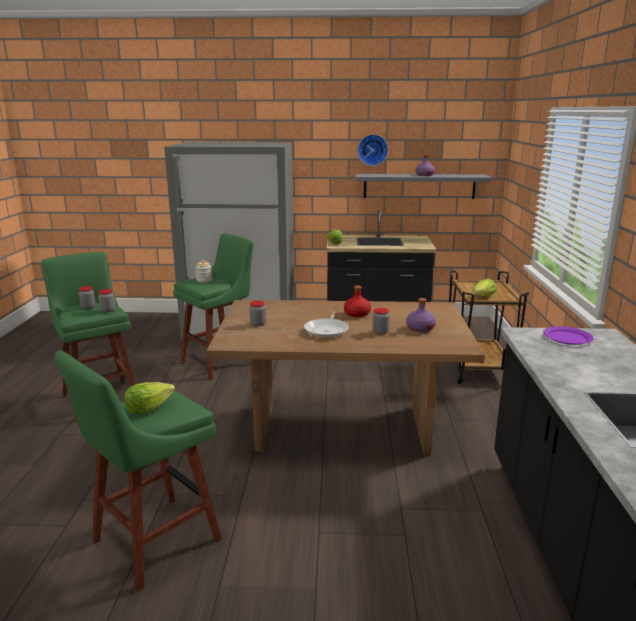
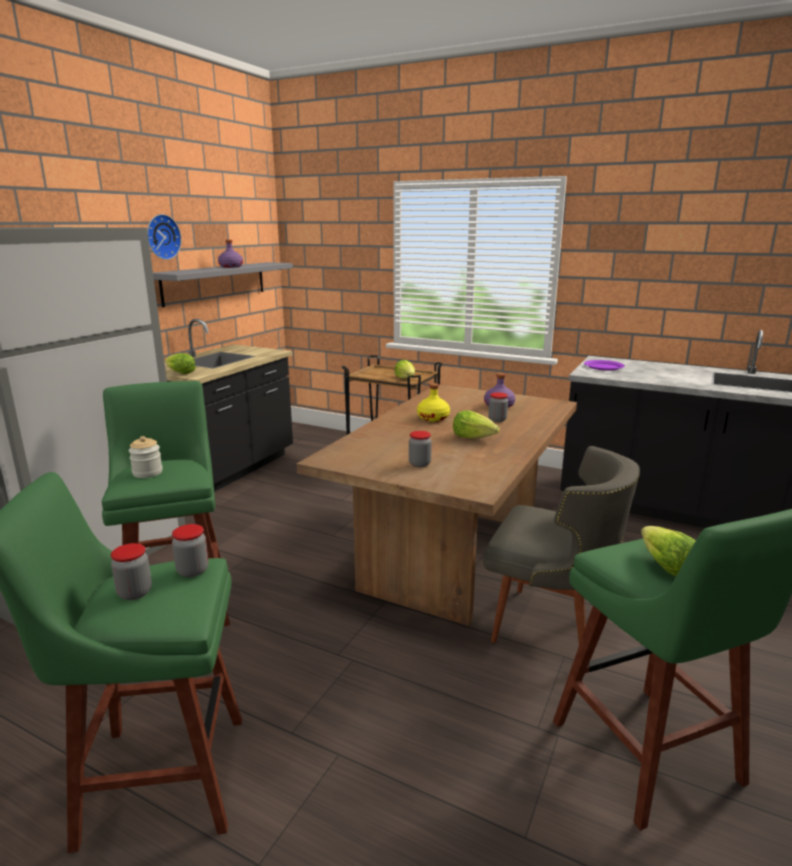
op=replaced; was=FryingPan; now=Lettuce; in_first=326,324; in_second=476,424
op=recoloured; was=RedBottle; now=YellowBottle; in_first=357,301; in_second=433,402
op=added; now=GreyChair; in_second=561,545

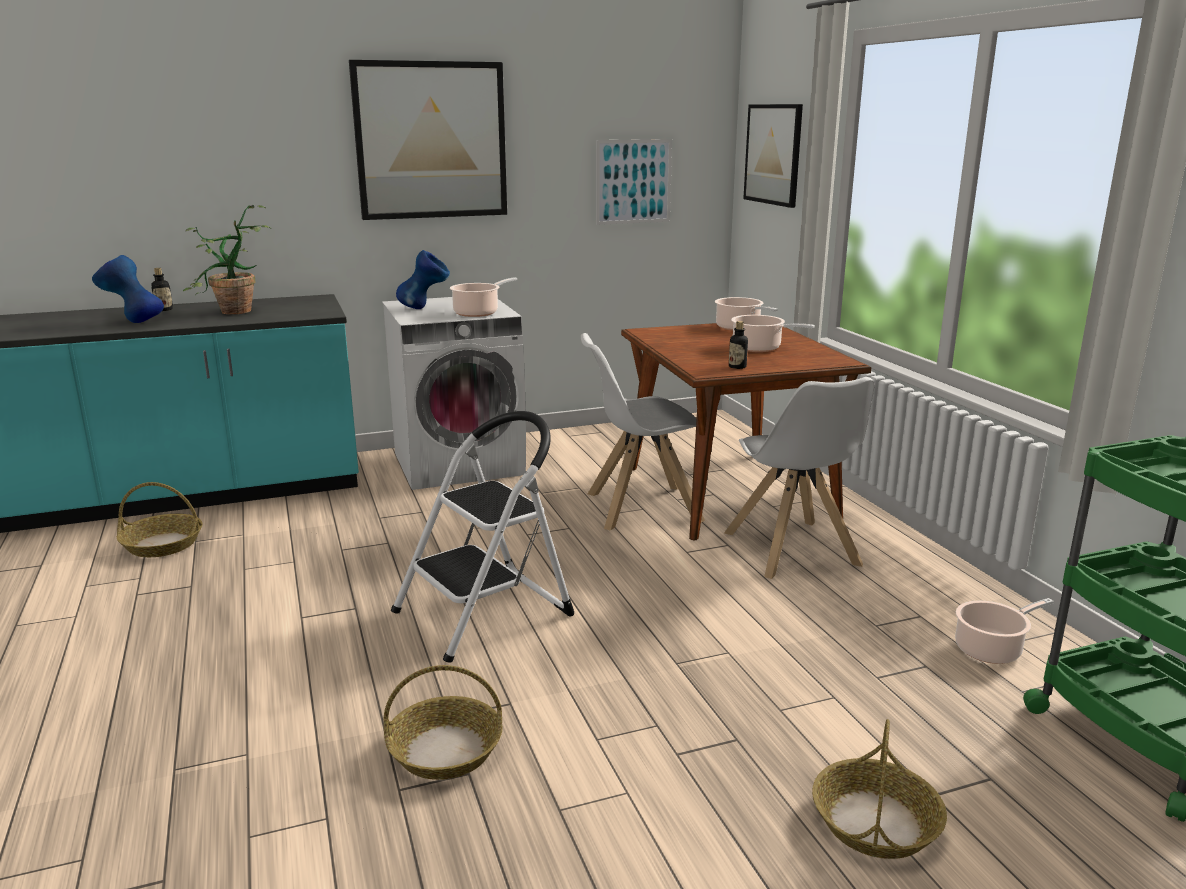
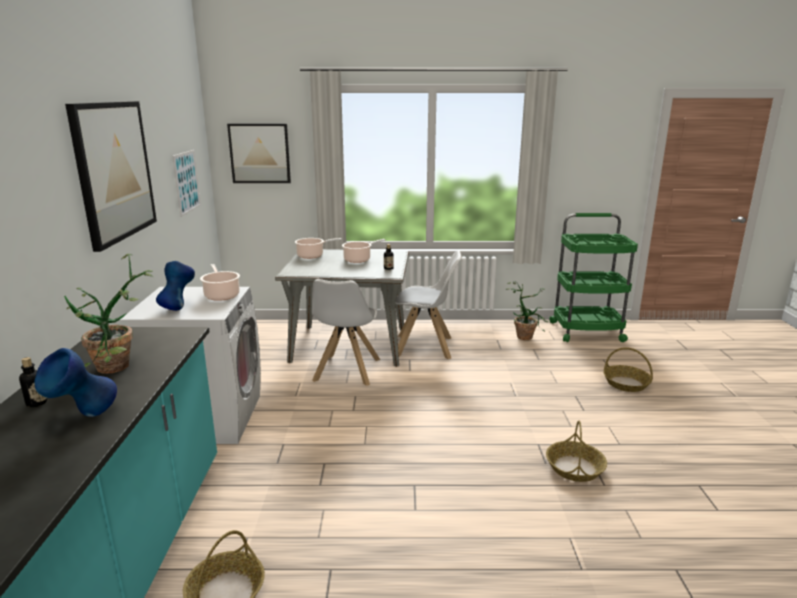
op=removed; was=StepLadder; in_first=482,537
op=recoloured; was=BrownDiningTable; now=GreyDiningTable; in_first=746,431; in_second=342,308
op=replaced; was=CookingPot; now=PottedPlant; in_first=1004,631; in_second=527,310

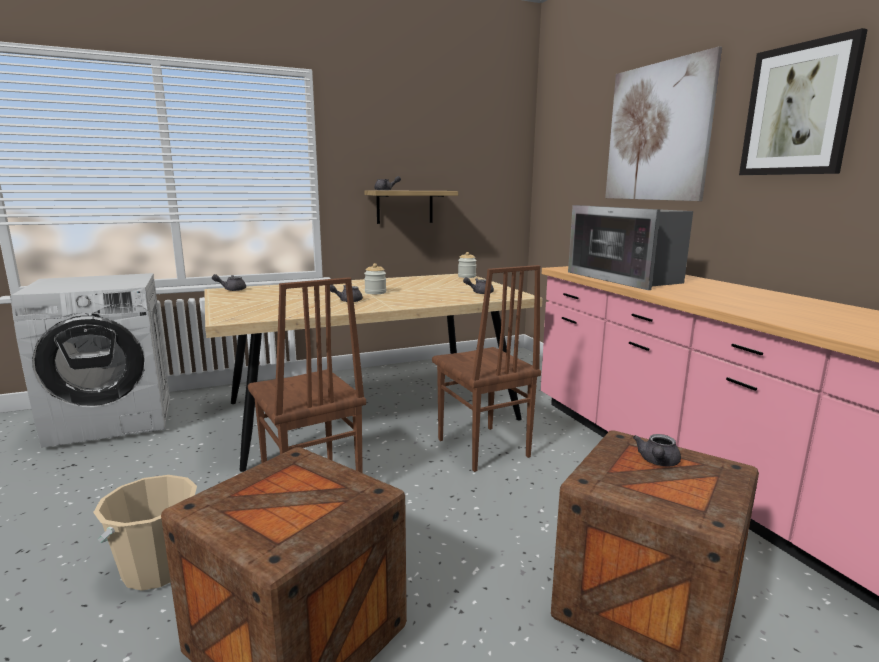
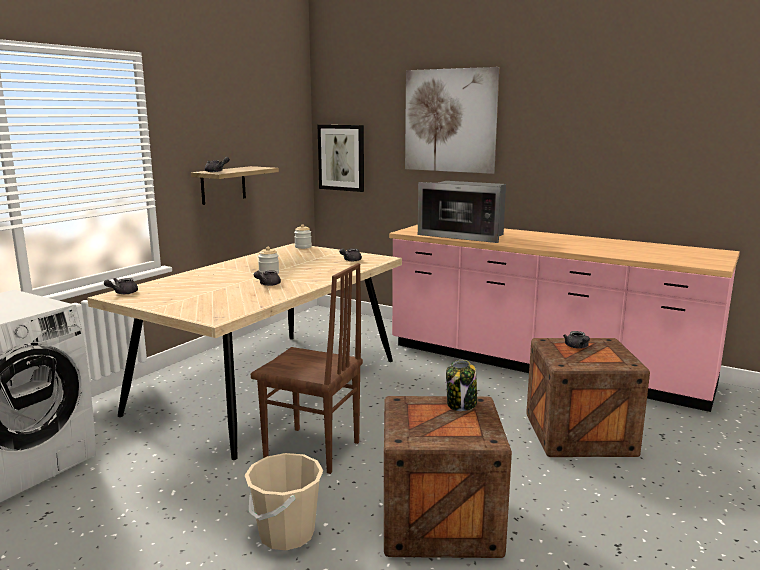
op=removed; was=BrownChair; in_first=486,368
op=moved; was=Picture; in_first=803,101; in_second=341,158
op=added; now=Jar; in_second=461,385

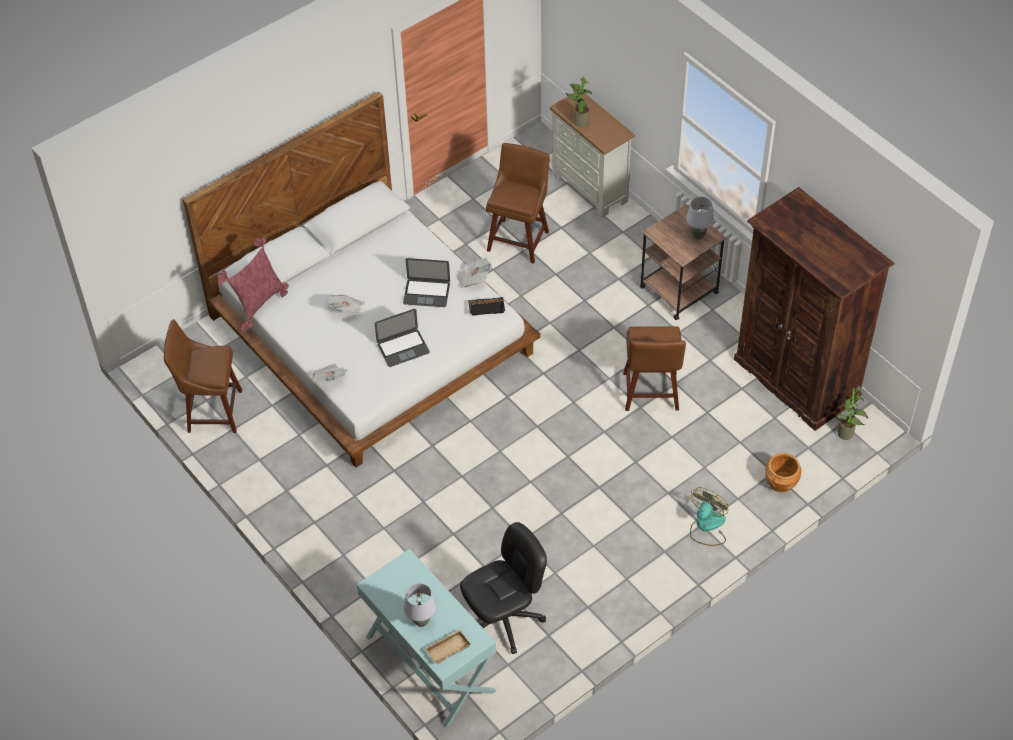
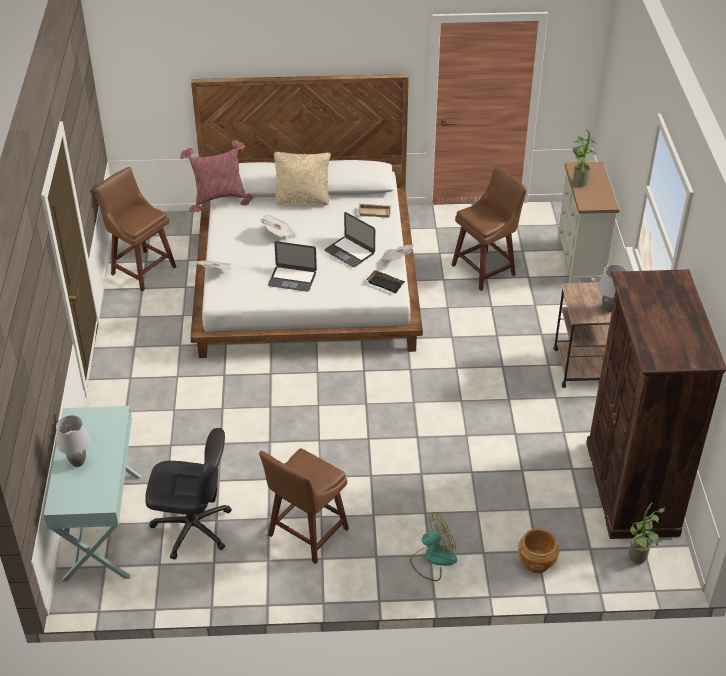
op=moved; was=BeigeTray; in_first=448,646; in_second=374,210
op=moved; was=BrownChair; in_first=654,368; in_second=304,506
op=added; now=BeigePillow; in_second=302,178

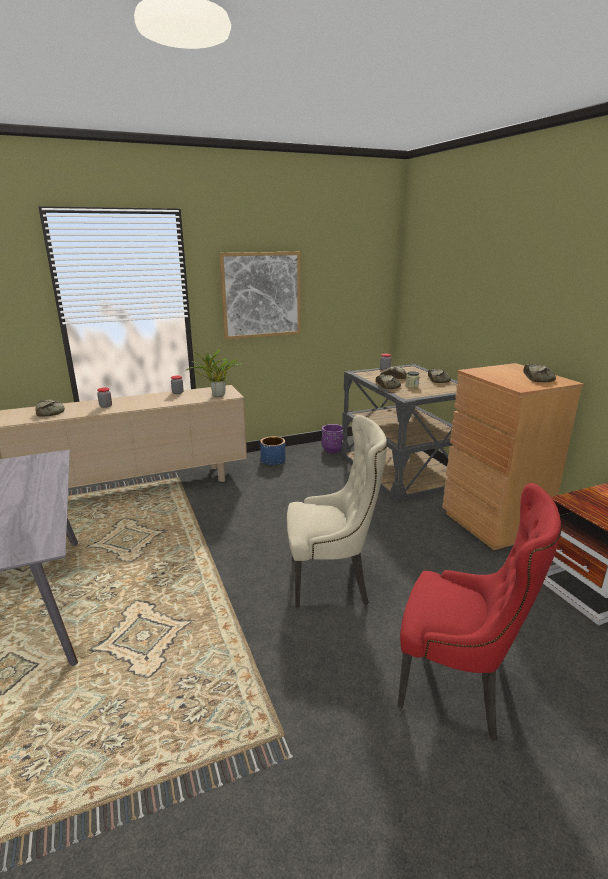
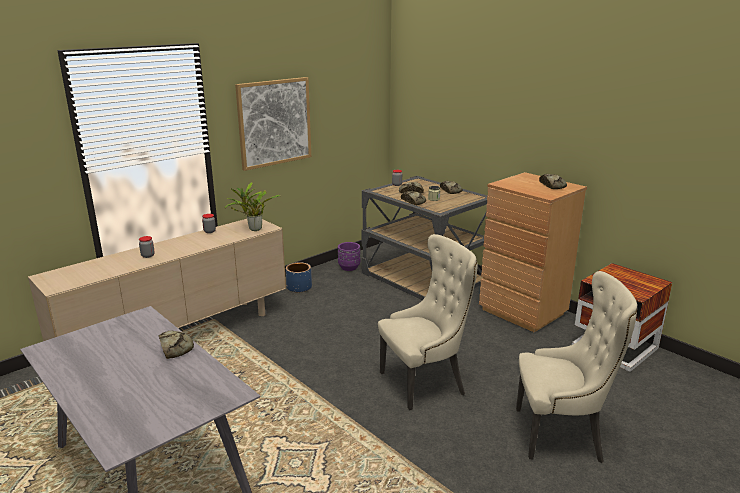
op=moved; was=Bread; in_first=50,408; in_second=176,345
op=recoloured; was=RedChair; now=BeigeChair; in_first=480,612; in_second=576,367

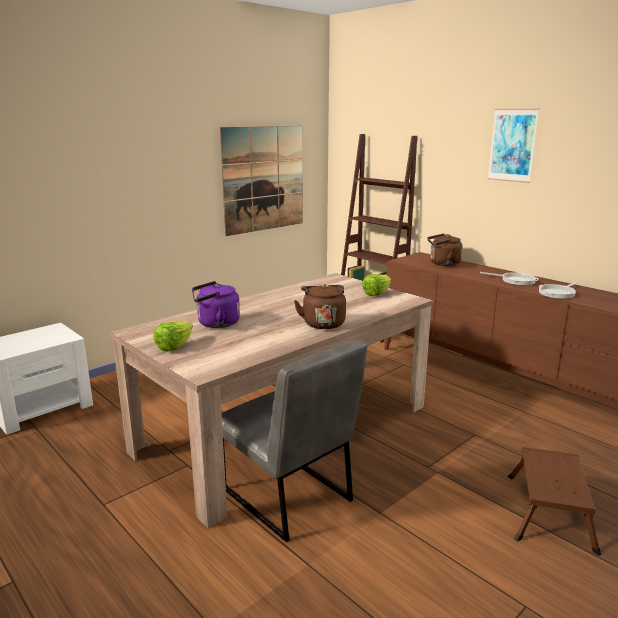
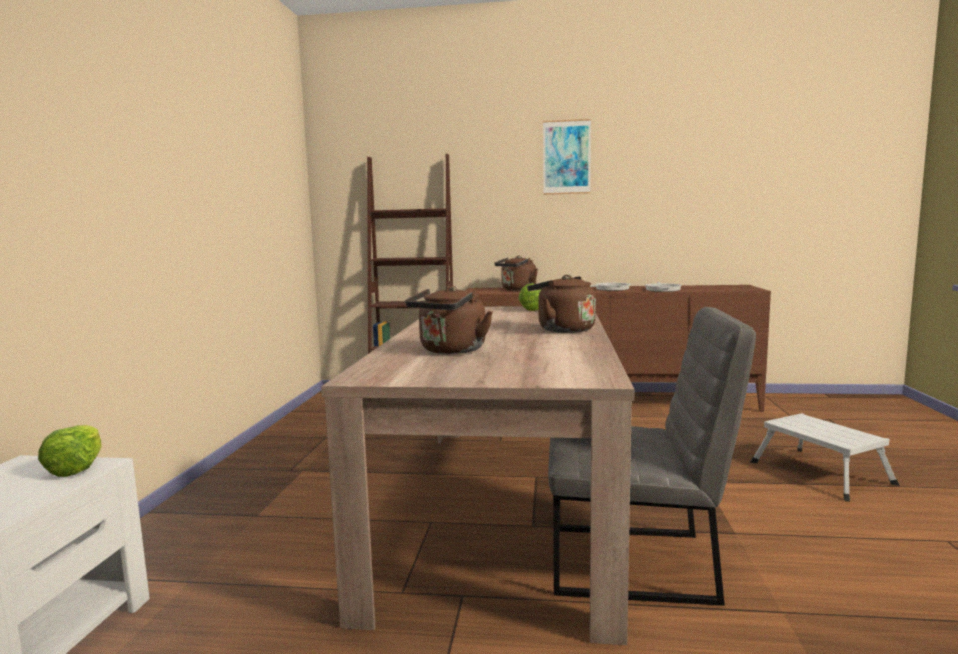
op=moved; was=Lettuce; in_first=173,336; in_second=70,451
op=recoloured; was=PurpleKettle; now=BrownKettle; in_first=216,304; in_second=449,320
op=removed; was=Picture; in_first=261,181
op=recoloured; was=BrownStepLadder; now=WhiteStepLadder; in_first=554,501; in_second=825,457

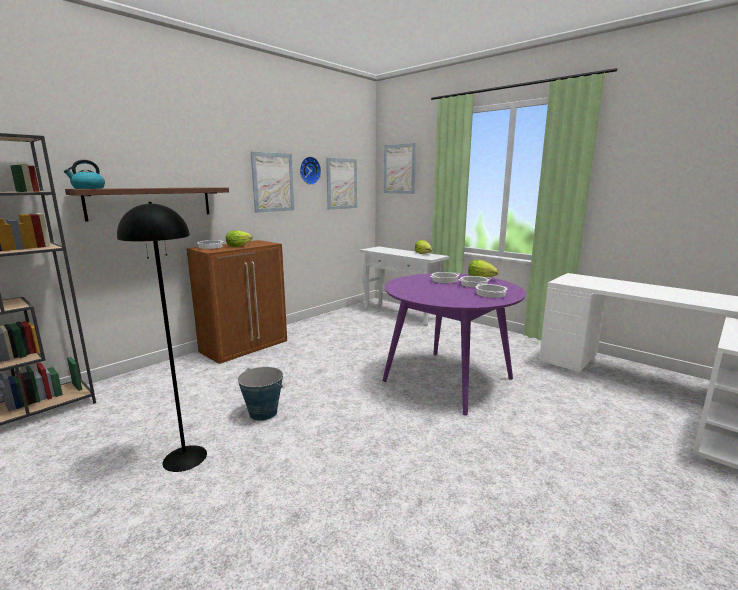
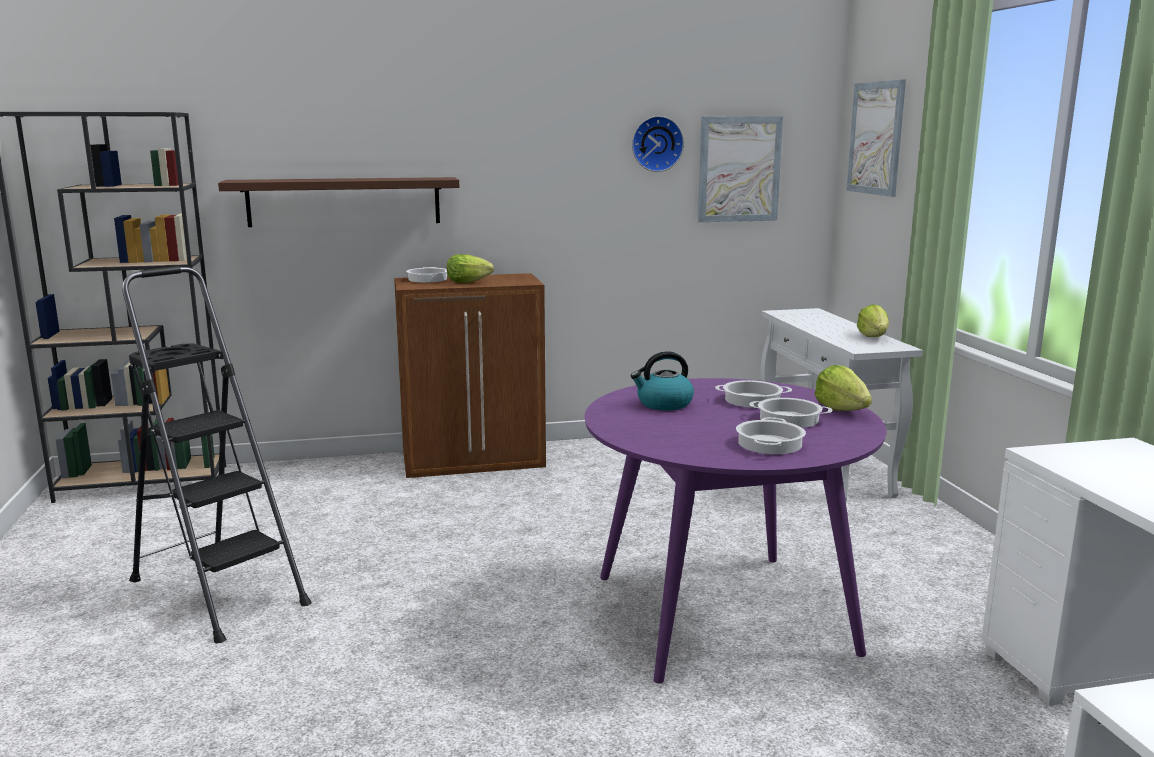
op=moved; was=Kettle; in_first=84,174; in_second=662,380
op=replaced; was=BlackFloorLamp; now=StepLadder; in_first=162,337; in_second=217,454
op=removed; was=Bucket; in_first=260,394
op=removed; was=Picture; in_first=272,182

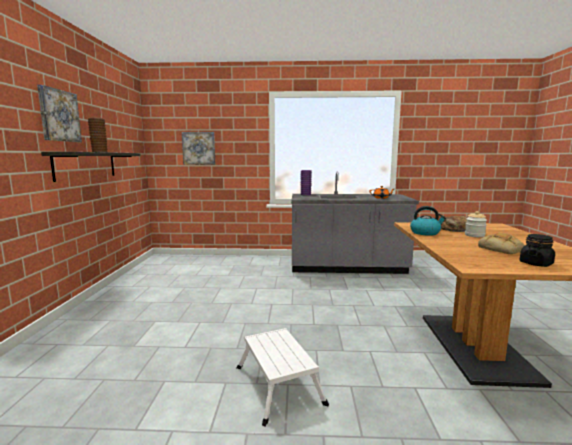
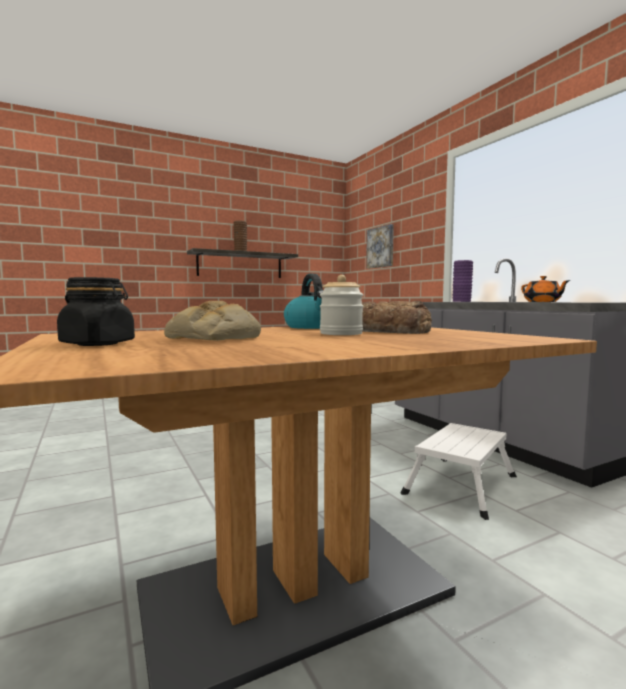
op=removed; was=Picture; in_first=59,113
op=moved; was=WhiteStepLadder; in_first=283,377; in_second=458,471

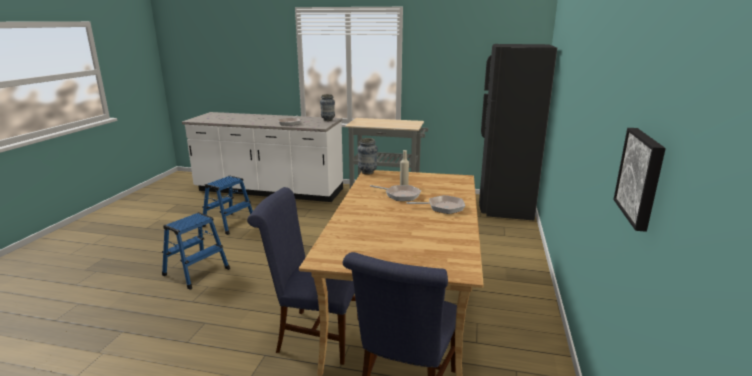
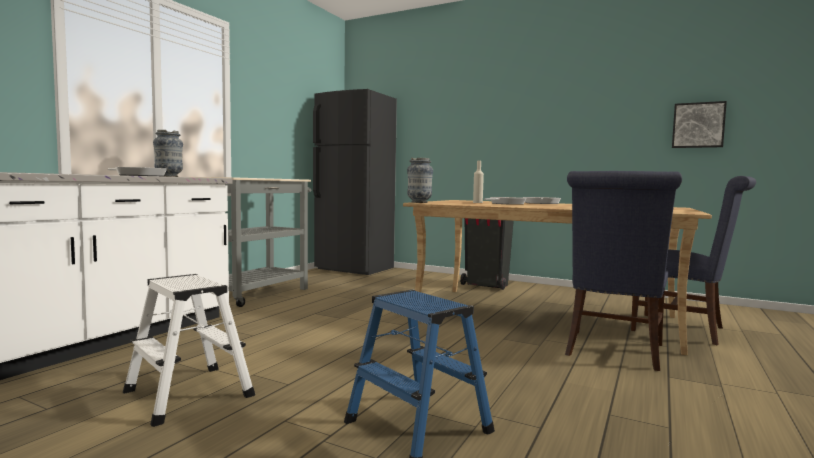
op=recoloured; was=BlueStepLadder; now=WhiteStepLadder; in_first=227,205; in_second=189,350
op=added; now=BlackTrashCan; in_second=487,254

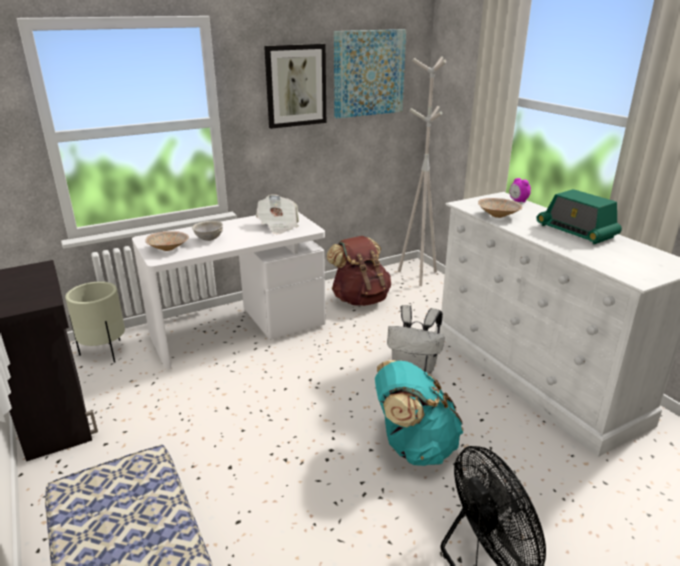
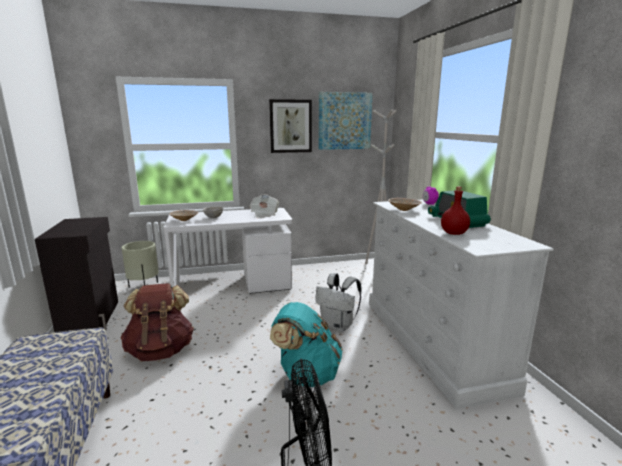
op=moved; was=BrownBackpack; in_first=359,271; in_second=157,322
op=added; now=RedBottle; in_second=455,211

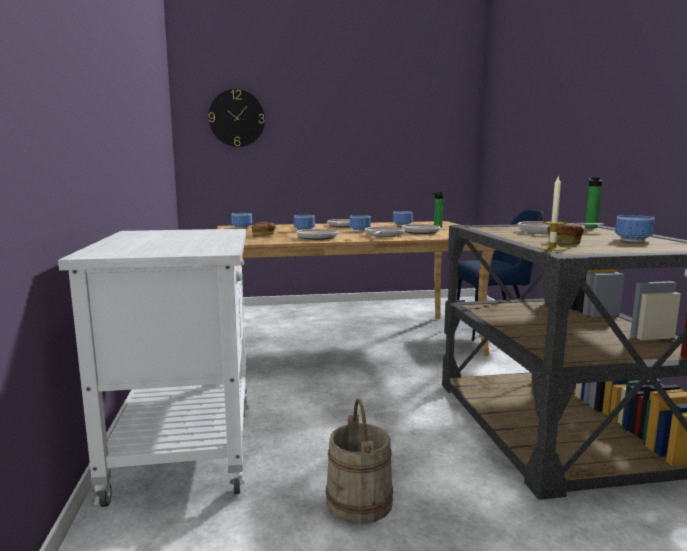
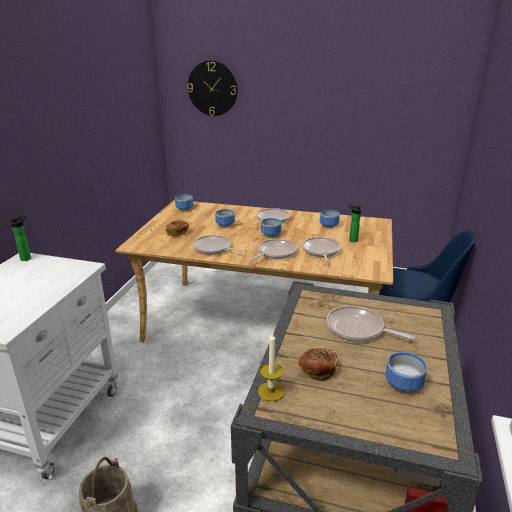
op=moved; was=Bottle; in_first=593,202; in_second=21,238

